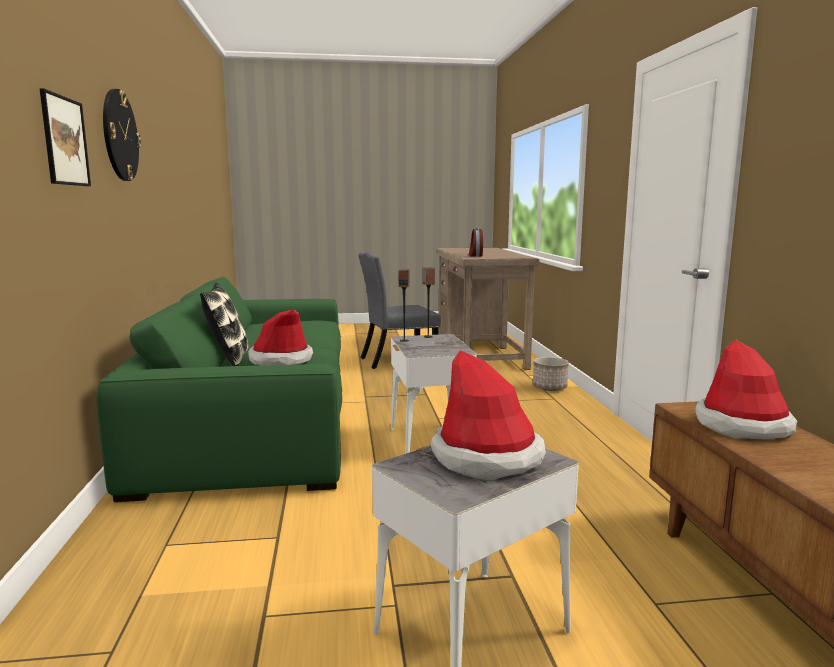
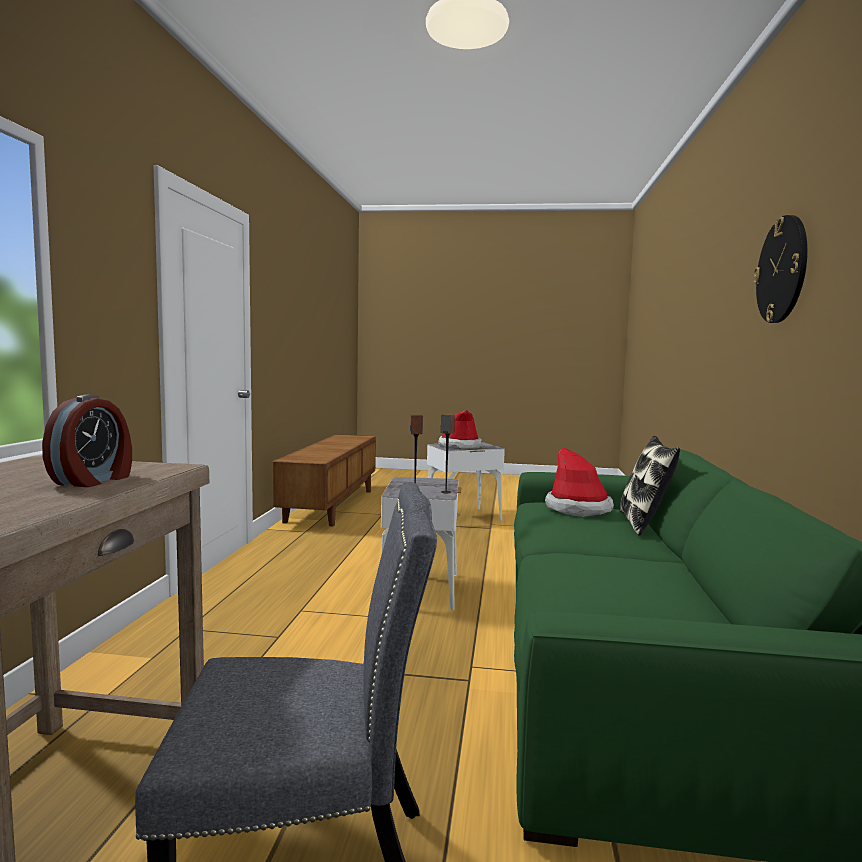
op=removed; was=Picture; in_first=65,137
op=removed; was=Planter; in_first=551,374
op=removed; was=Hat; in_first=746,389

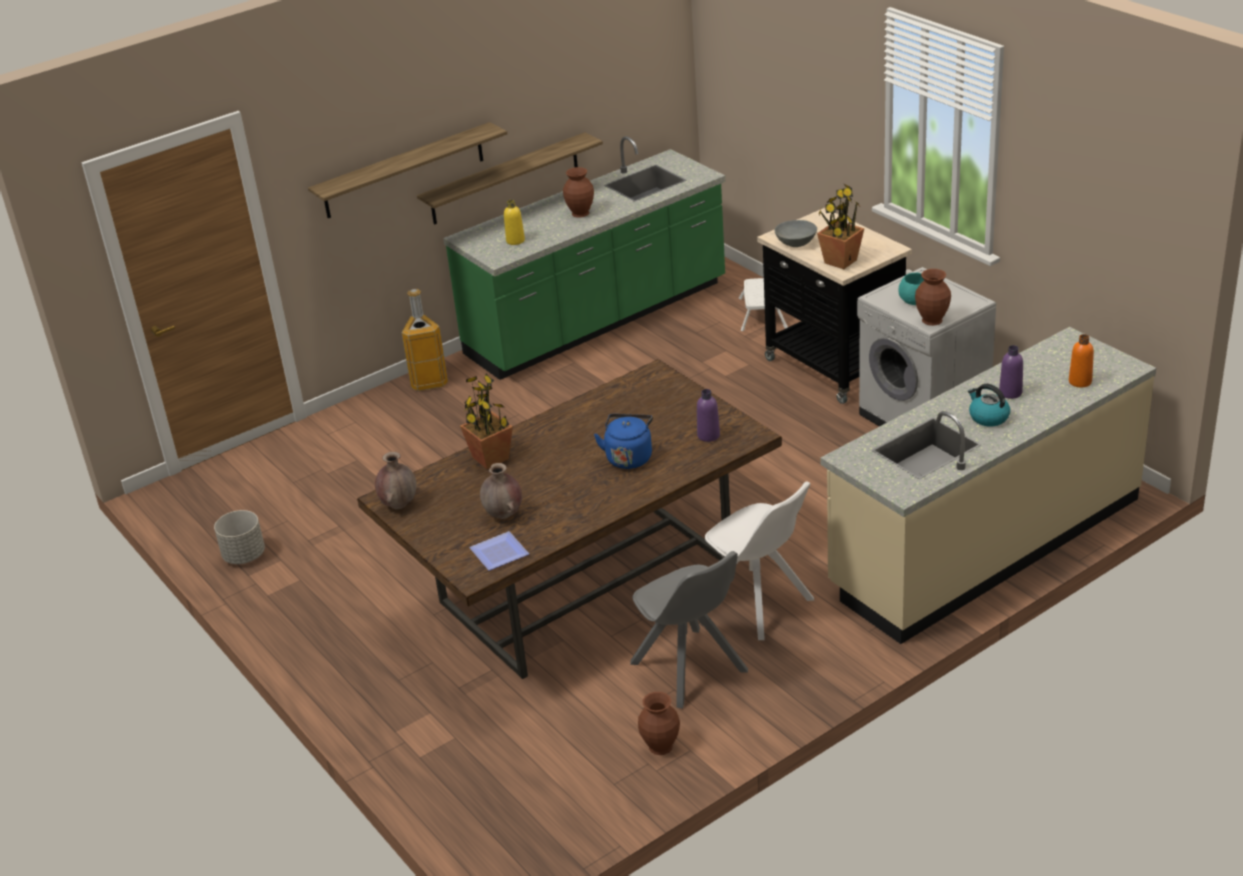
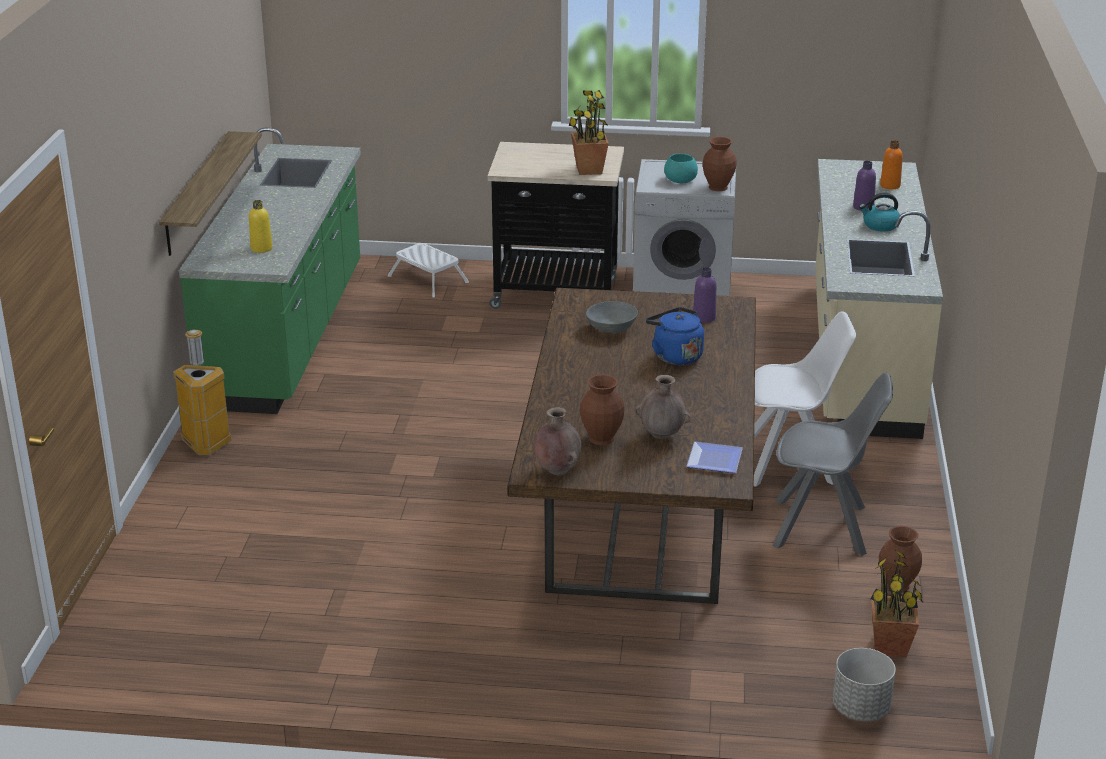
op=moved; was=GreyPlanter; in_first=239,537; in_second=864,684
op=removed; was=Shelf; in_first=407,170
op=moved; was=PottedPlant; in_first=486,421; in_second=896,603
op=moved; was=BrownVase; in_first=578,192; in_second=602,409
op=moved; was=GreyBowl; in_first=796,233; in_second=612,317

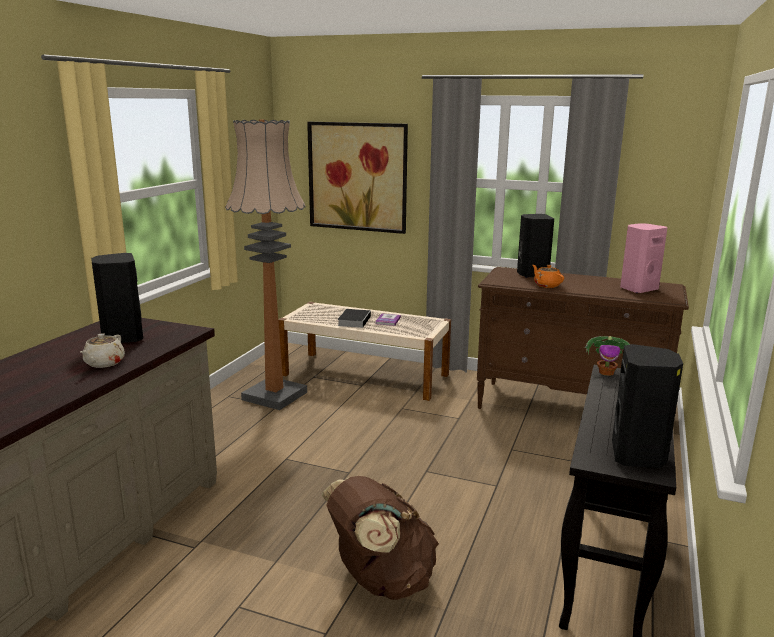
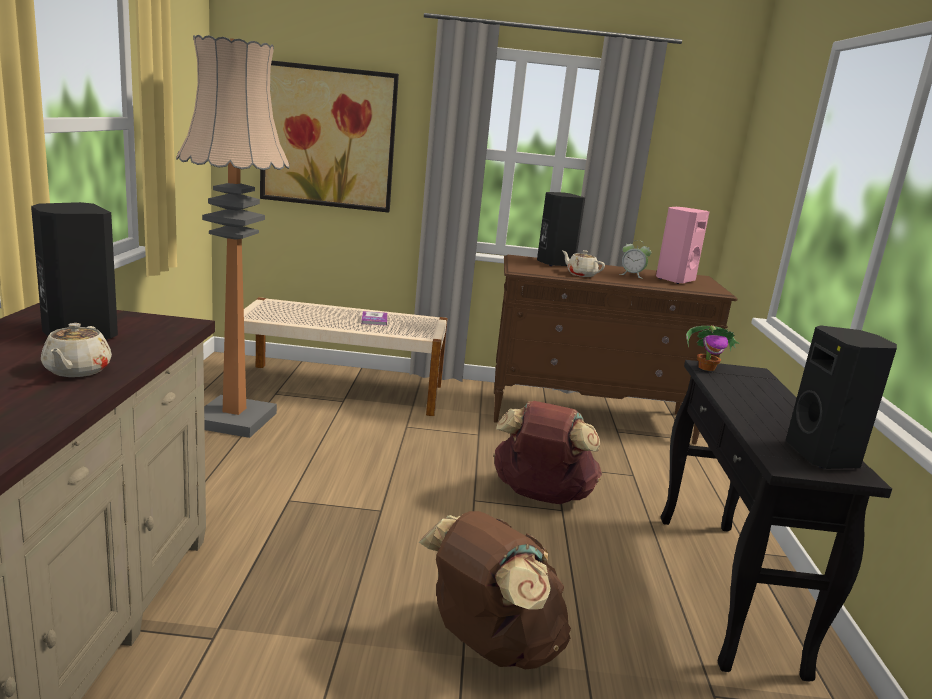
op=removed; was=Book; in_first=354,318
op=recoloured; was=OrangeTeapot; now=BeigeTeapot; in_first=548,276; in_second=584,263
op=added; now=BrownBackpack; in_second=547,452
op=added; now=AlarmClock; in_second=635,259

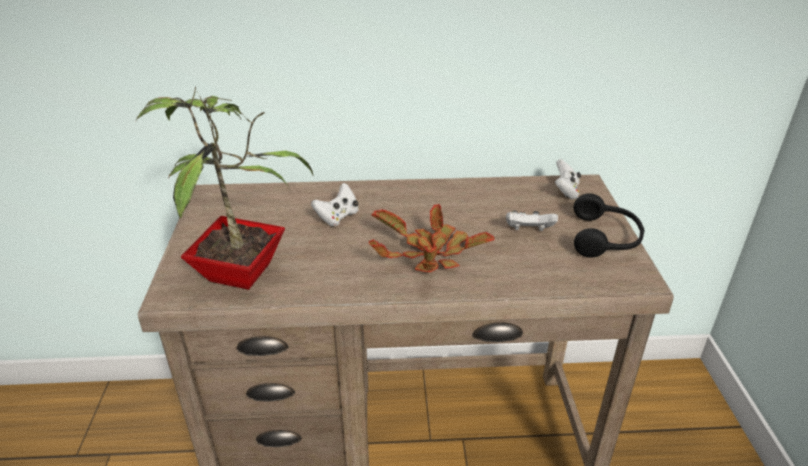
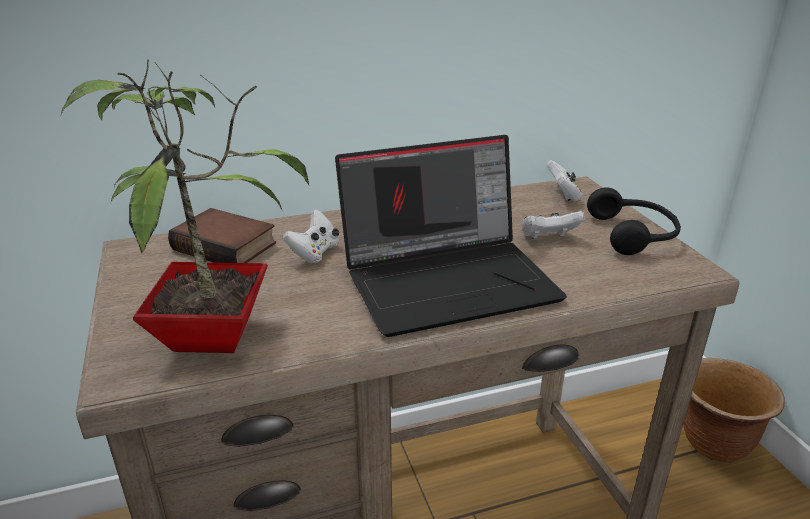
op=replaced; was=PottedPlant; now=Laptop; in_first=432,238; in_second=451,236
op=added; now=Book; in_second=222,235
op=added; now=BrownPlanter; in_second=734,410

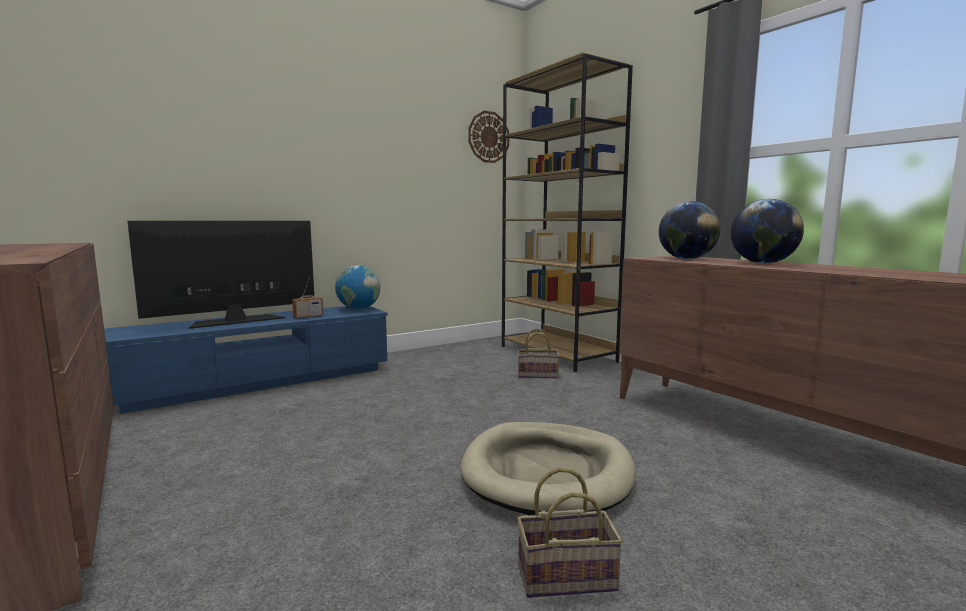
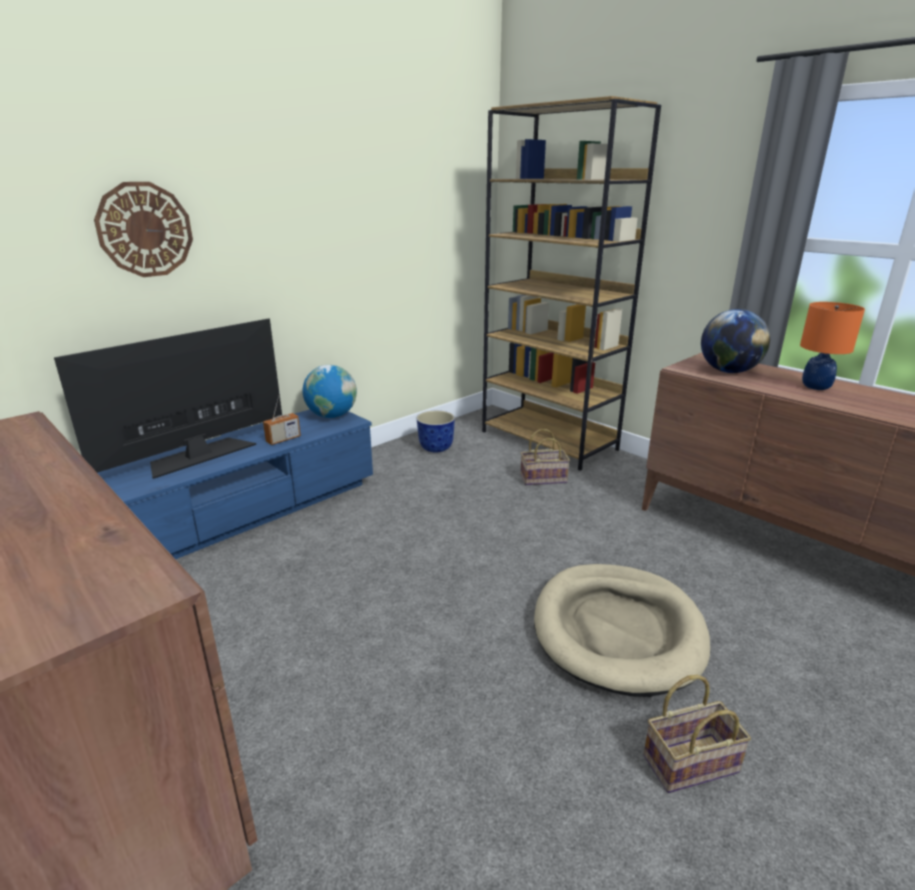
op=moved; was=WallClock; in_first=488,137; in_second=143,229
op=replaced; was=Globe; now=OrangeTableLamp; in_first=767,231; in_second=832,346
op=added; now=Planter; in_second=436,431

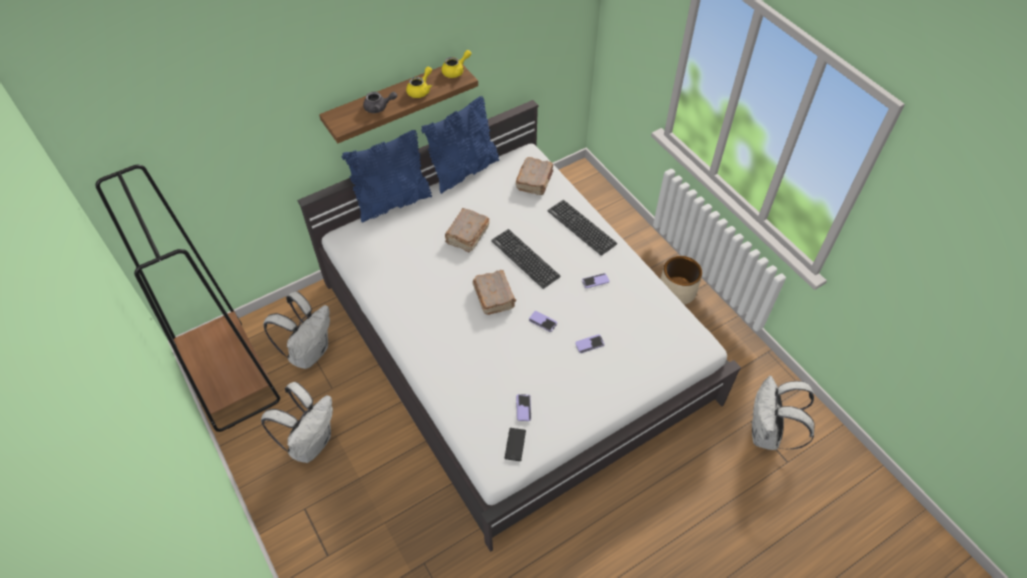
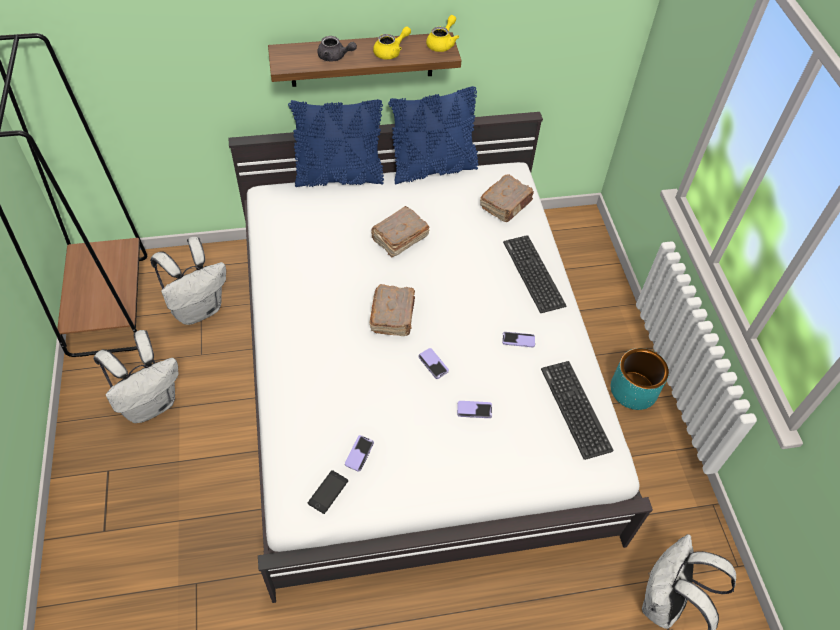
op=turned; was=YellowTeapot; in_first=456,64; in_second=442,33; clockwise=-45
op=moved; was=Keyboard; in_first=526,259; in_second=577,410
op=recoloured; was=BeigePlanter; now=TurquoisePlanter; in_first=681,280; in_second=640,379

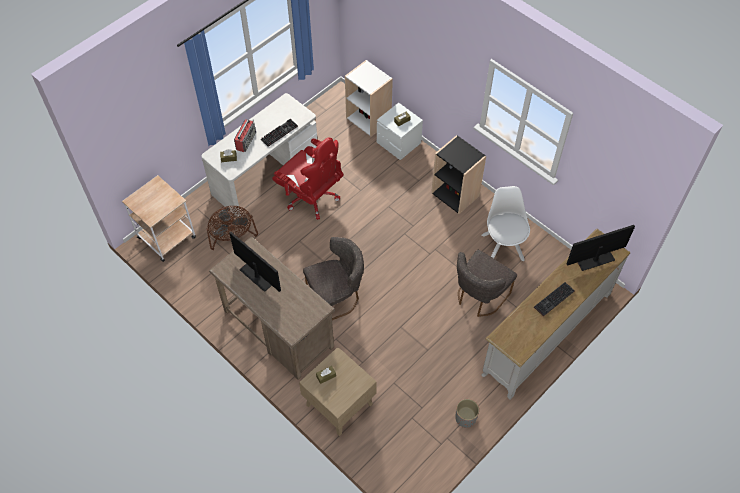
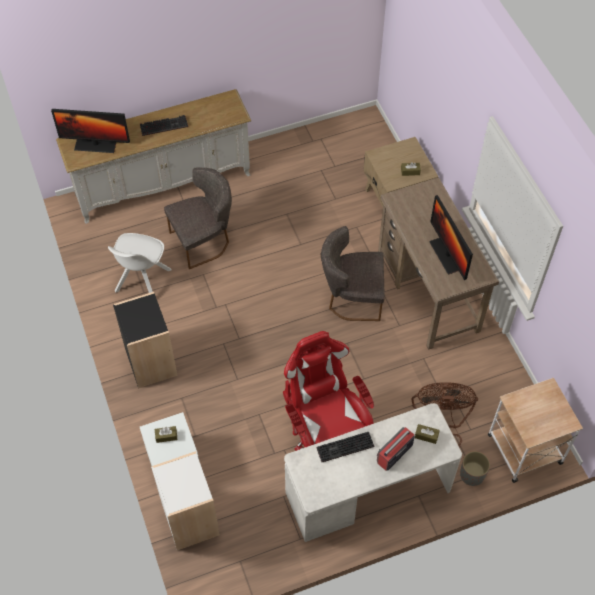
op=moved; was=GreyPlanter; in_first=467,413; in_second=475,468

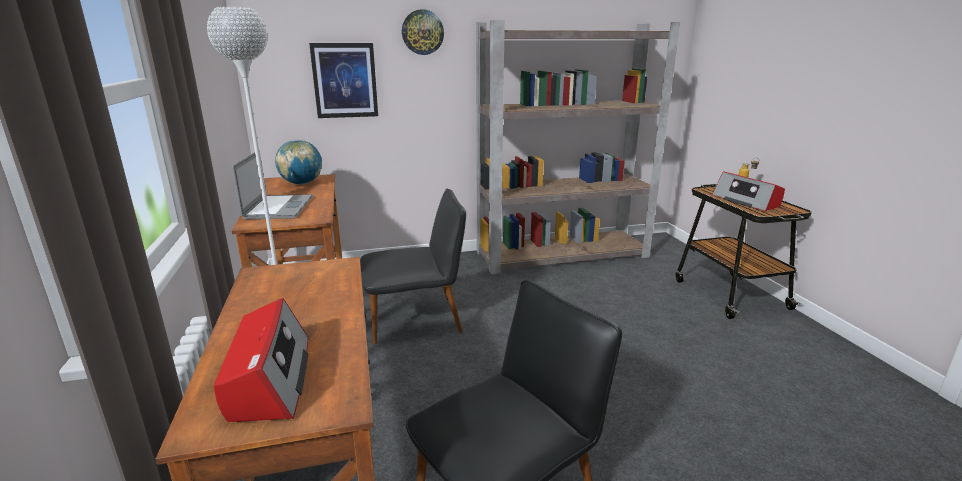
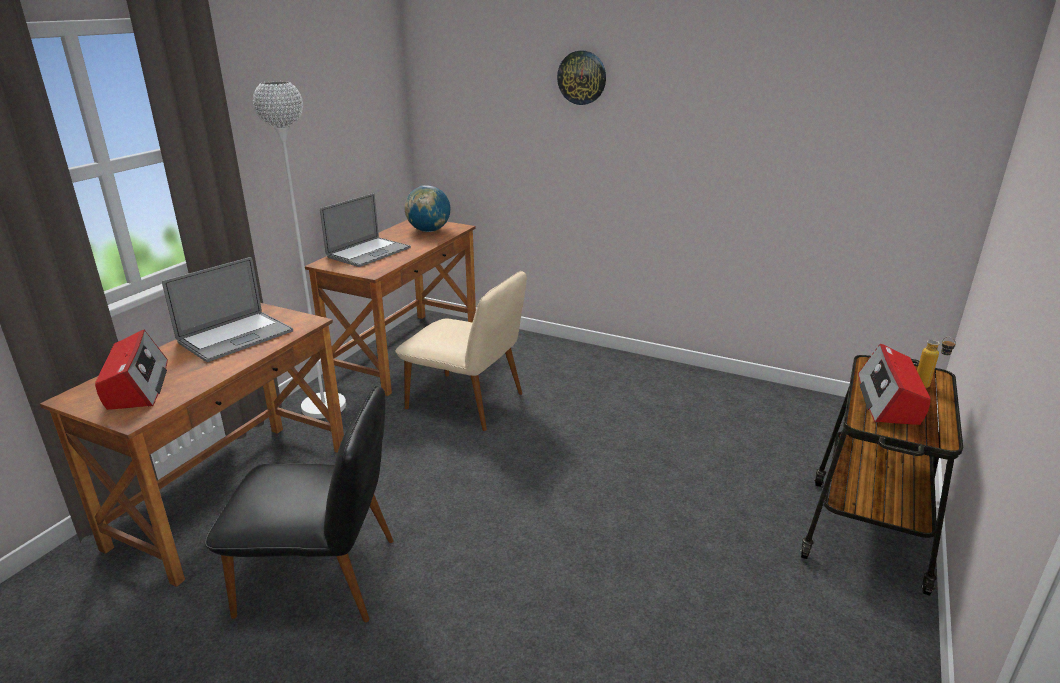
op=turned; was=Radio; in_first=261,360; in_second=131,370; clockwise=-45
op=removed; was=Picture; in_first=343,80
op=recoloured; was=BlackChair; now=BeigeChair; in_first=413,266; in_second=461,351
op=removed; was=BrownBookcase; in_first=578,147
op=added; now=Laptop; in_second=227,309

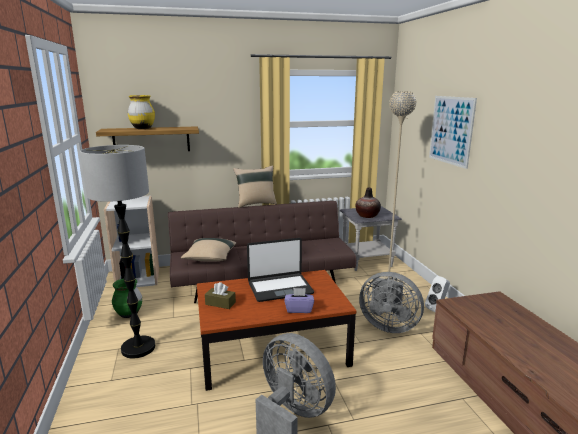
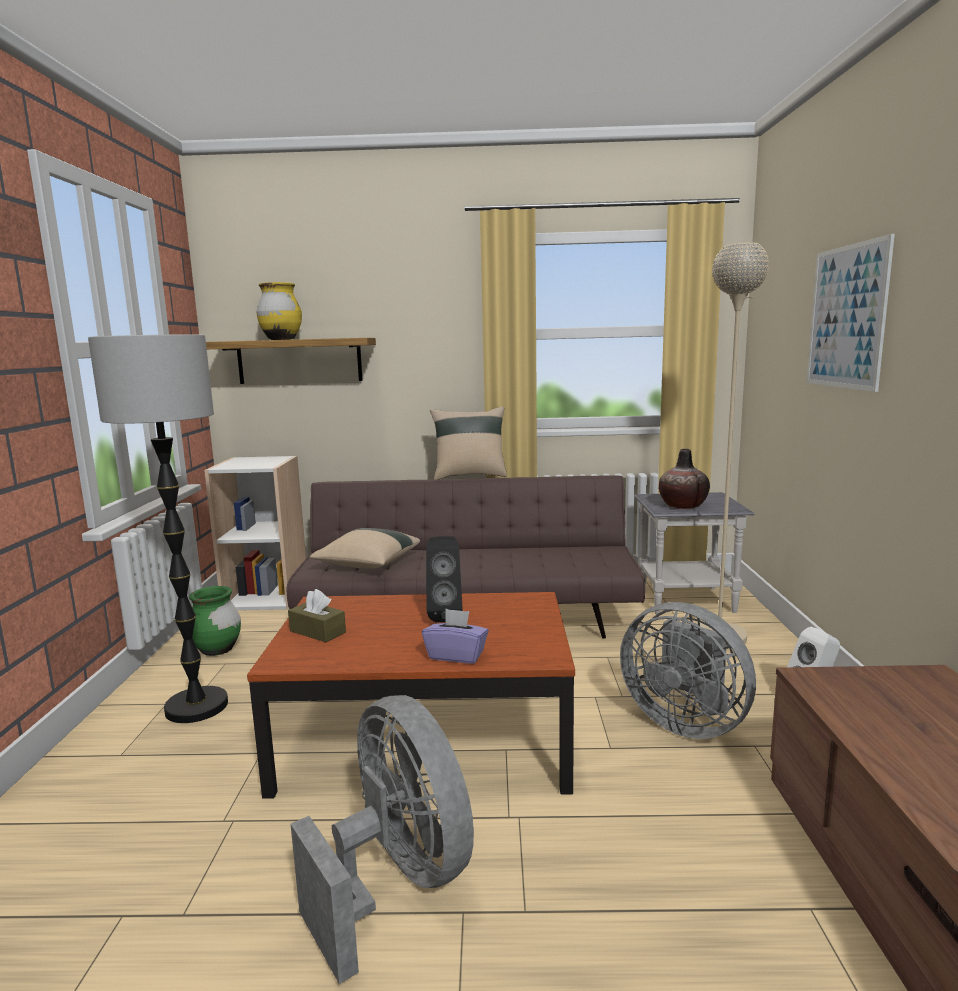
op=replaced; was=Laptop; now=BlackSpeaker; in_first=280,270; in_second=444,579

